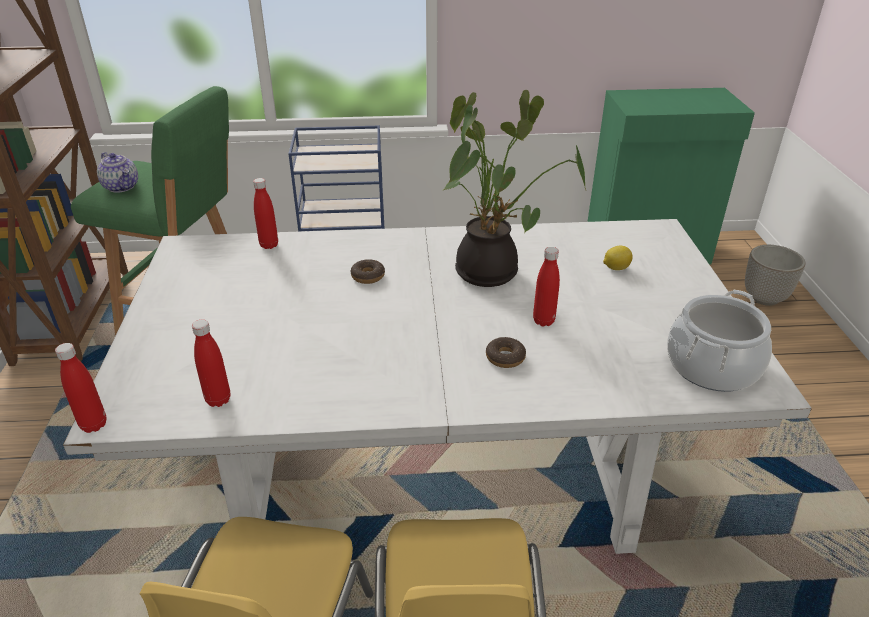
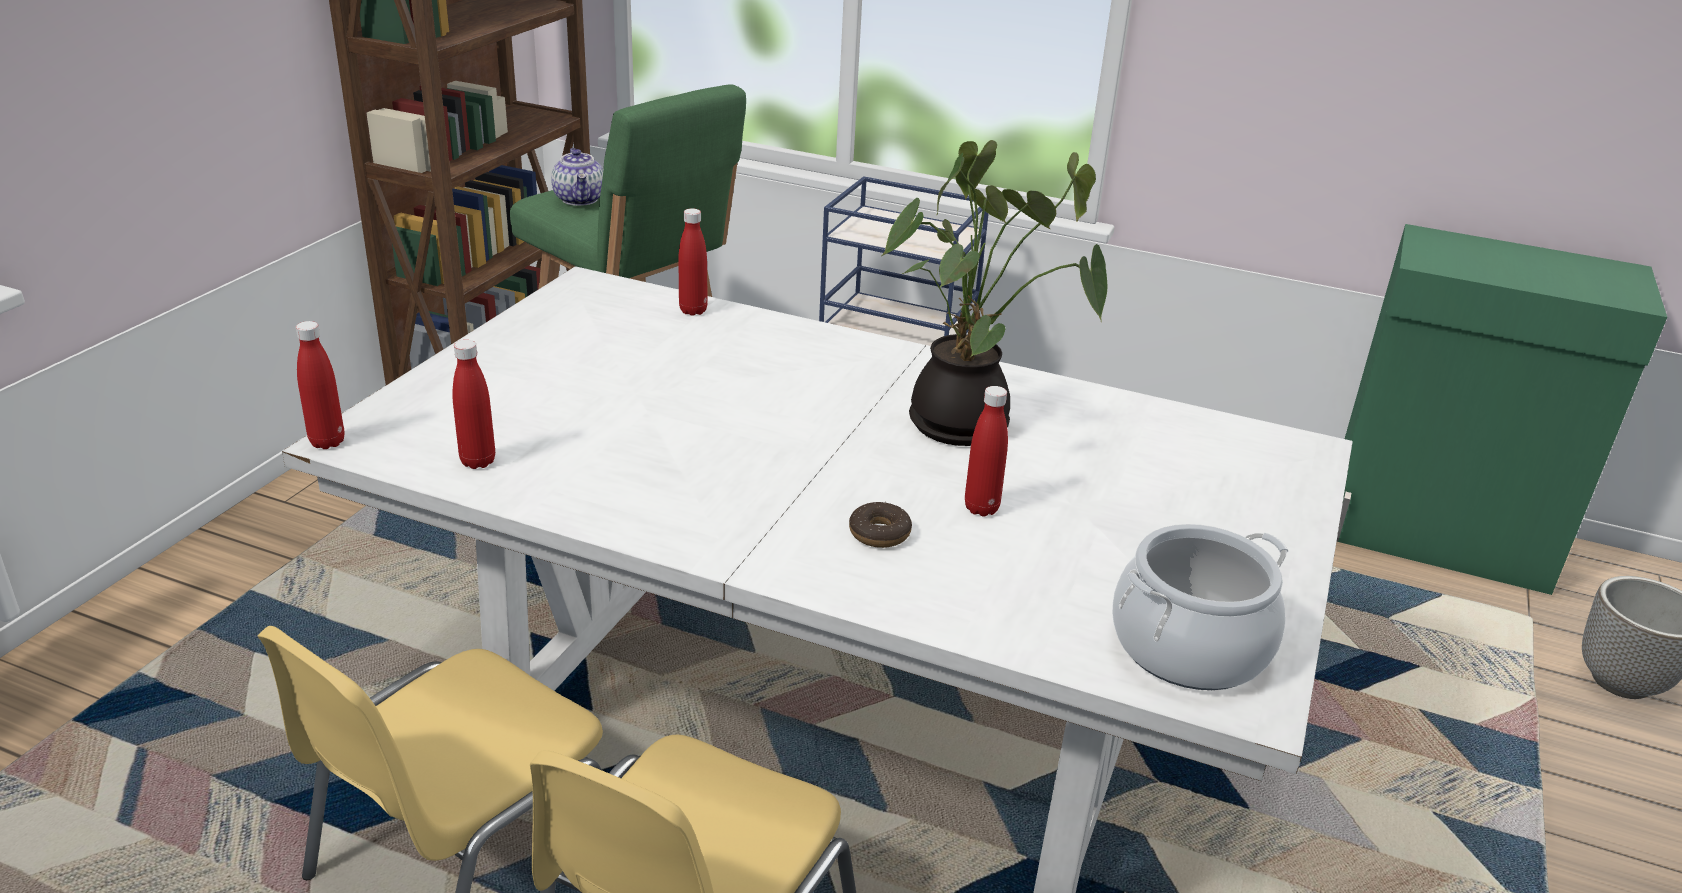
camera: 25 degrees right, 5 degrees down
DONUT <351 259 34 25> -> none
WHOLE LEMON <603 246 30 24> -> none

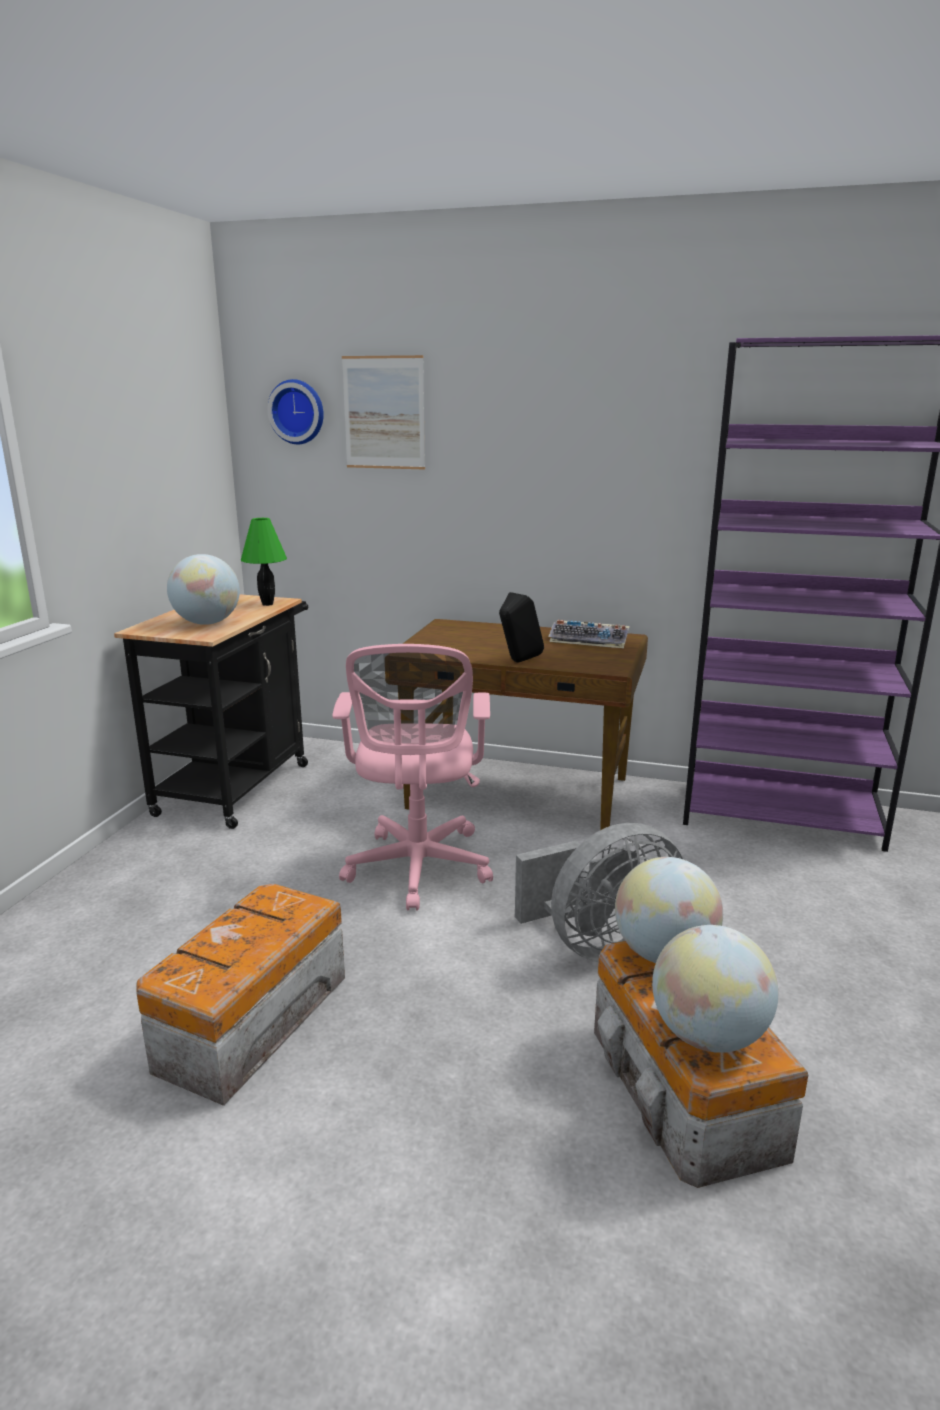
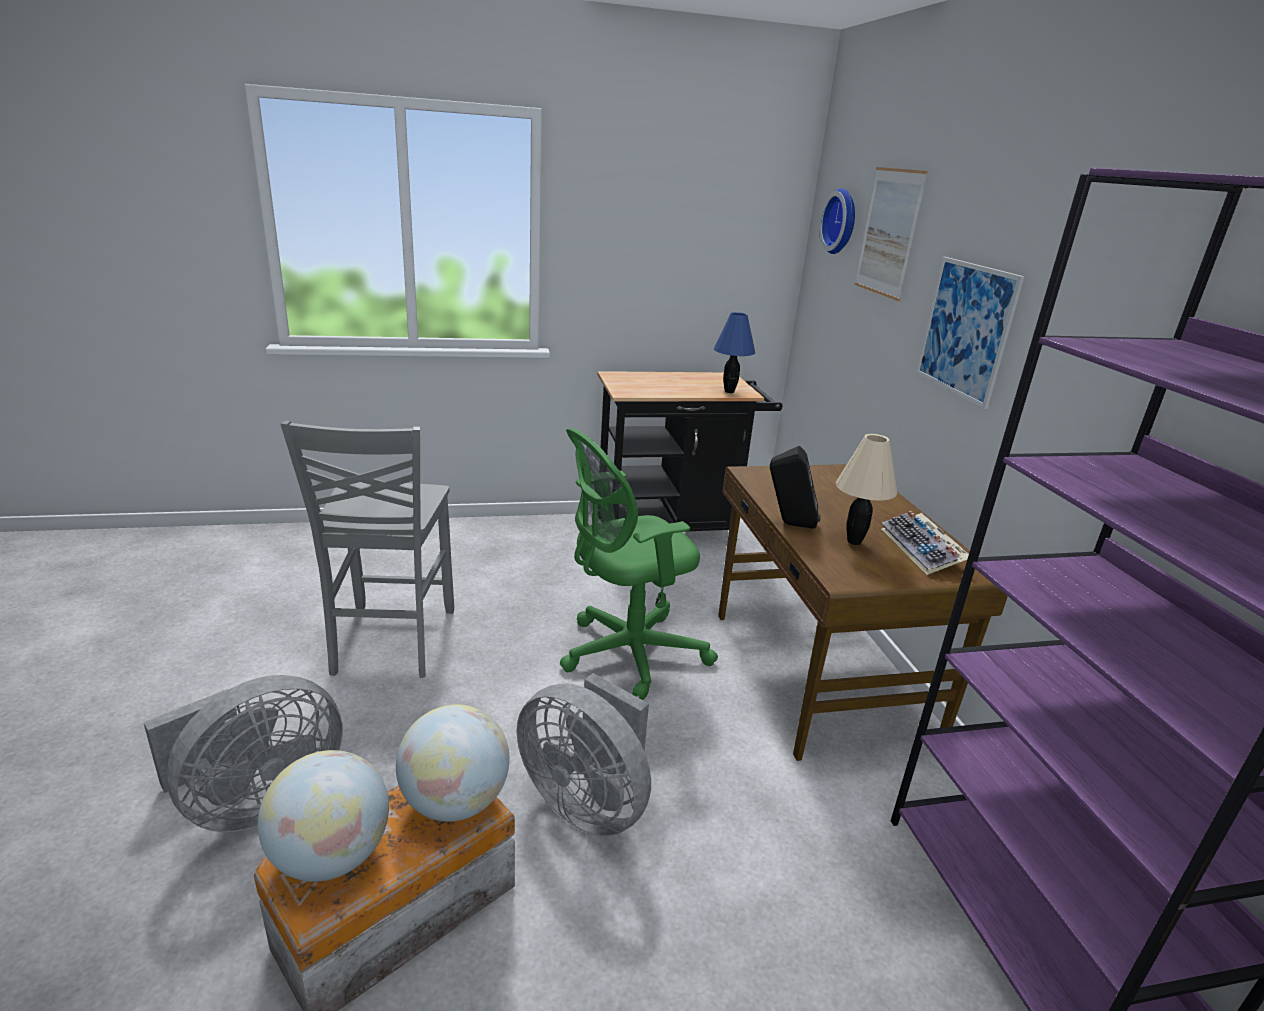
camera: 60 degrees right, 5 degrees up
GLOBE <167 554 73 71> -> none
none -> GREY FAN <143 675 200 157>
none -> SAND-COLOURED TABLE LAMP <835 434 62 111>
none -> WALL ART <916 257 108 152>
STORAGE BIN <136 883 209 223> -> GREY UPRIGHT CHAIR <281 421 173 257>
GREENISH TABLE LAMP <241 518 46 88> -> BLUE TABLE LAMP <714 312 41 81>
PINKISH OFFICE CHAIR <332 644 161 266> -> GREENISH OFFICE CHAIR <560 428 158 272>

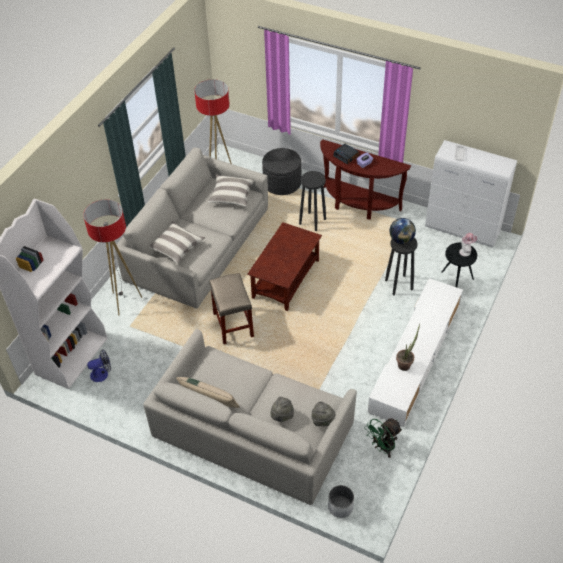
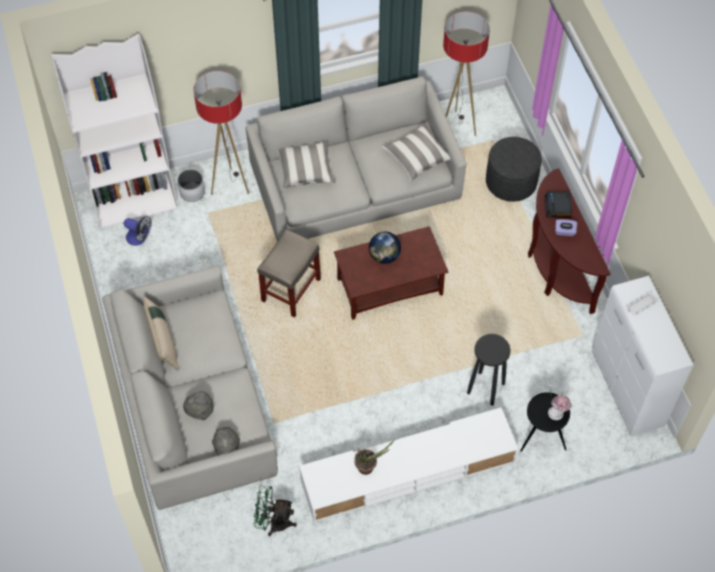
camera: 45 degrees right, 10 degrees up
BLACK STOOL <299 171 27 60> -> none
WHITE PLANT POT <328 485 26 33> -> WHITE PLANT POT <177 169 28 33>, move
GLOBE <390 218 26 26> -> GLOBE <369 231 32 33>, move

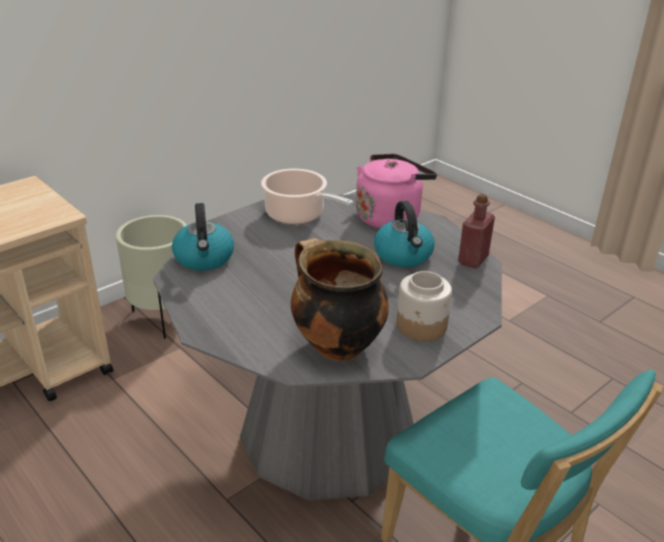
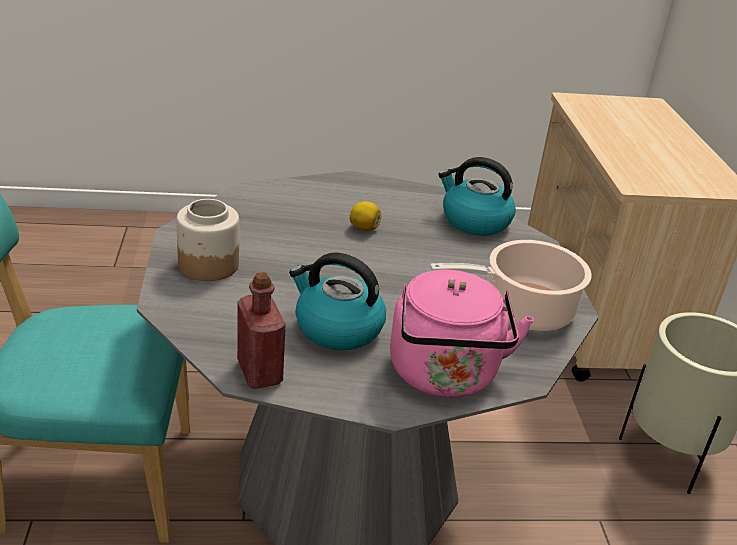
camera: 125 degrees right, 0 degrees up
COOKING POT <291 238 98 123> -> none
none -> WHOLE LEMON <350 201 32 30>

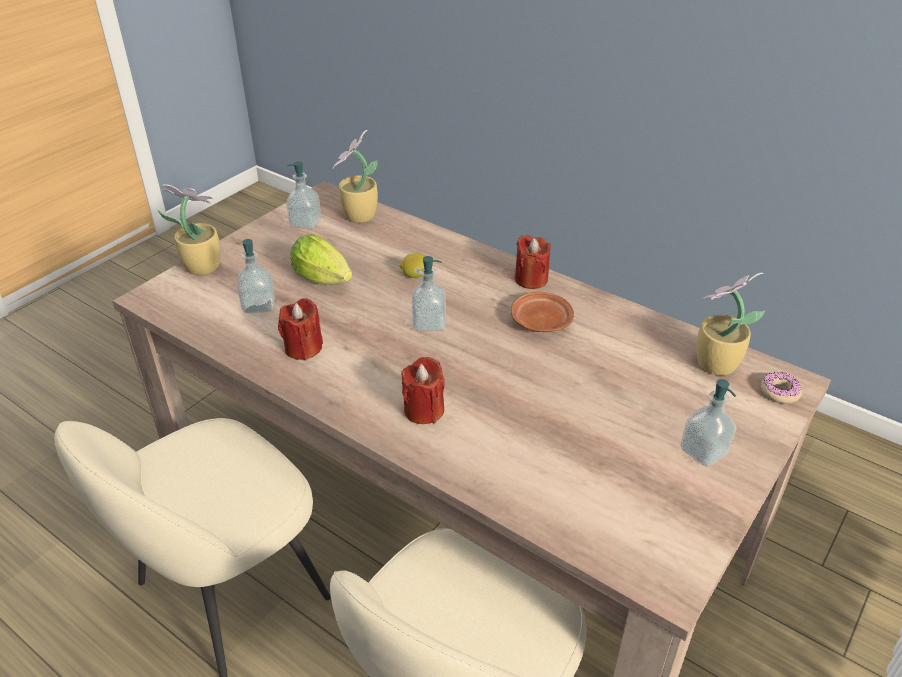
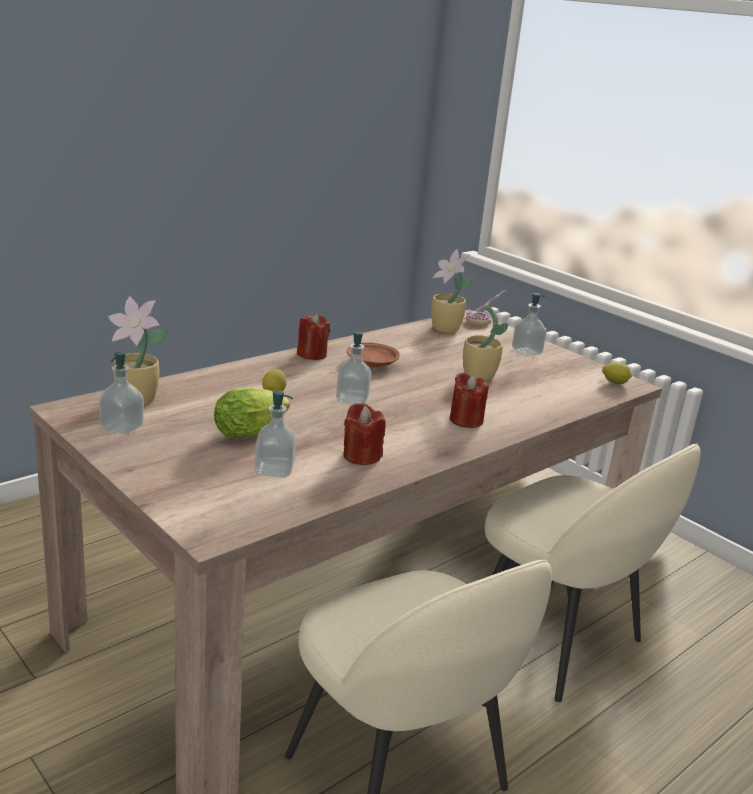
camera: 80 degrees left, 15 degrees down
none -> WHOLE LEMON <602 362 30 22>
POTTED PLANT <158 184 62 91> -> POTTED PLANT <463 290 46 91>, move

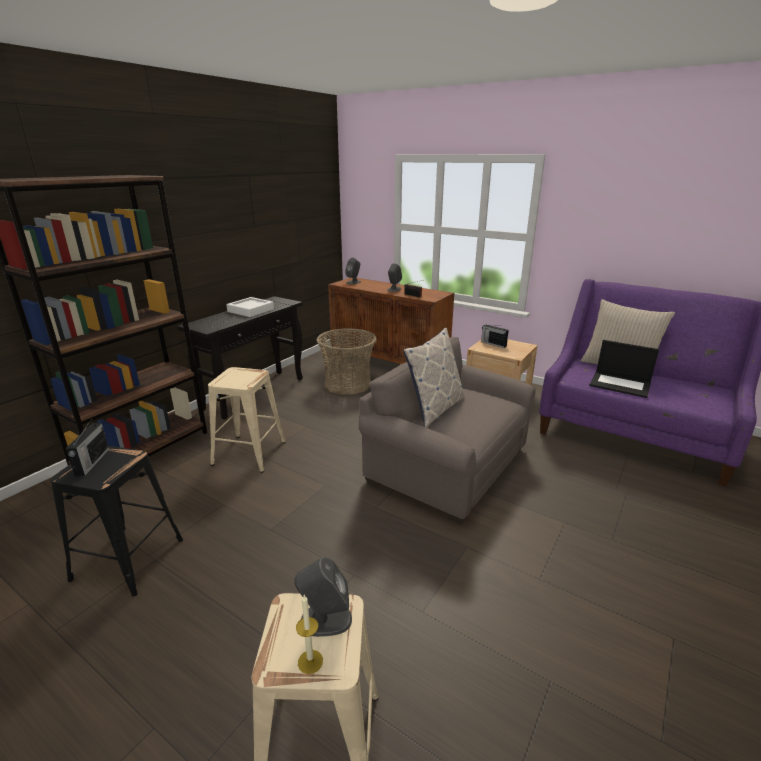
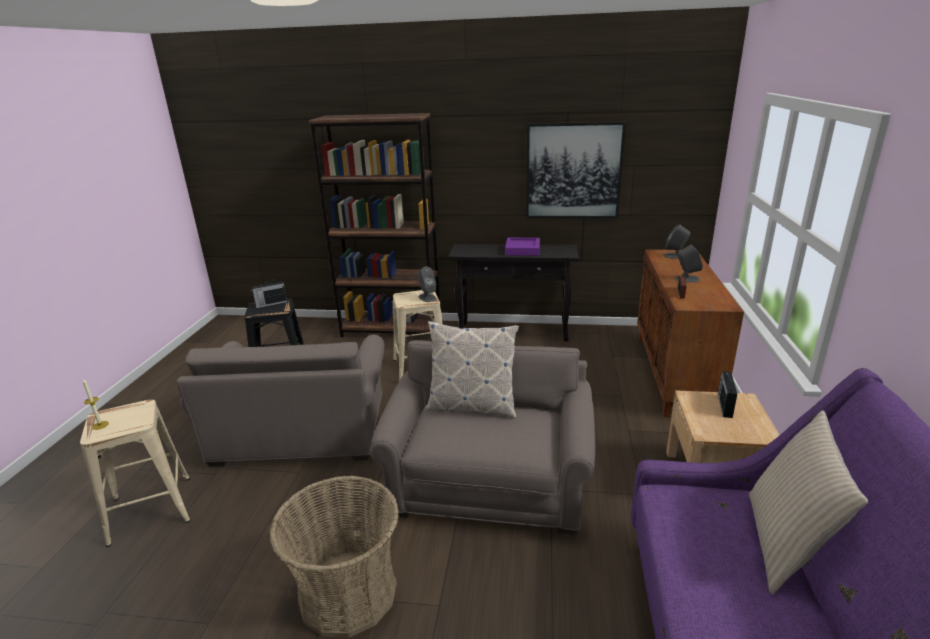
camera: 65 degrees right, 0 degrees up
PORTABLE COMPUTER <589 340 70 58> -> none
none -> GREY EASY CHAIR <177 335 208 132>
none -> WALL ART <526 122 100 97>
GREY AUDIO SPEAKER <294 557 58 80> -> GREY AUDIO SPEAKER <418 267 19 35>, move
BASKET <316 328 61 67> -> BASKET <269 475 130 163>, move
WHITE SERVING TRAY <226 297 48 20> -> PURPLE-COLOURED SERVING TRAY <505 238 35 18>

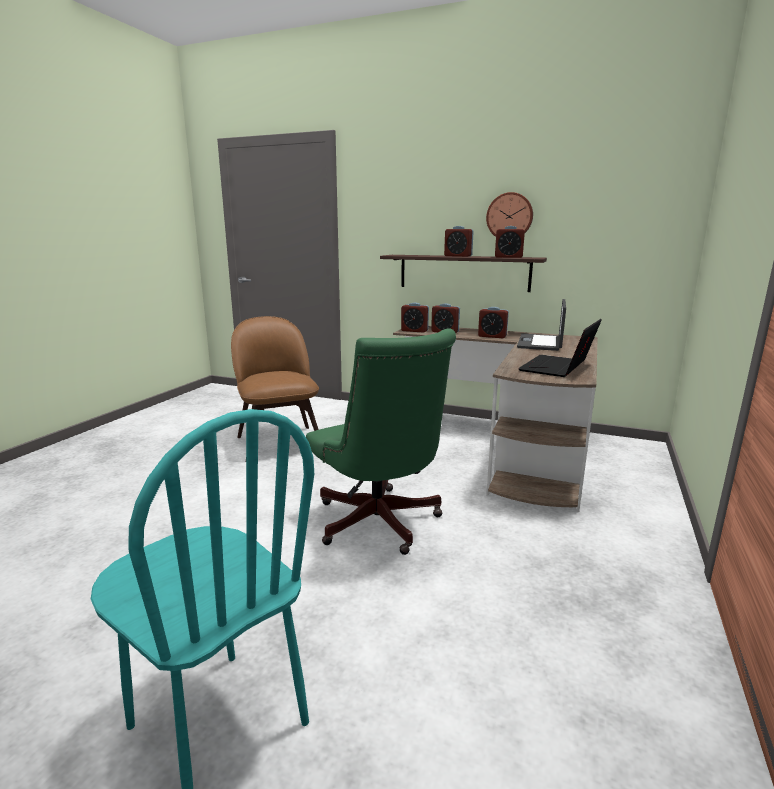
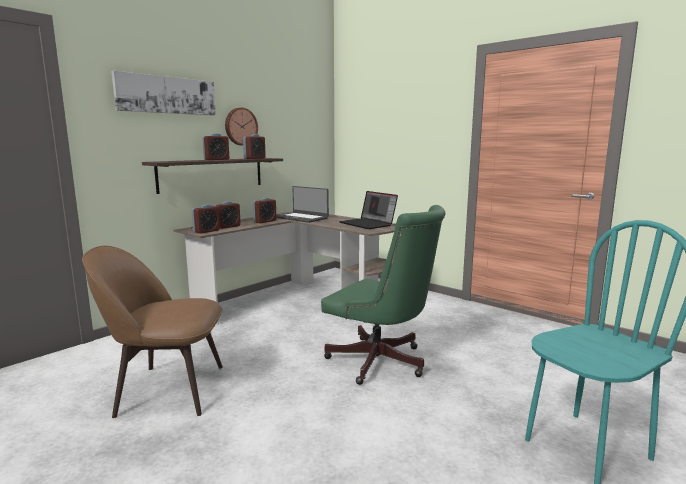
camera: 70 degrees left, 5 degrees down
none -> WALL ART <112 71 104 45>
GREENISH OFFICE CHAIR <306 329 150 226> -> GREENISH OFFICE CHAIR <321 205 125 180>, 45 degrees clockwise

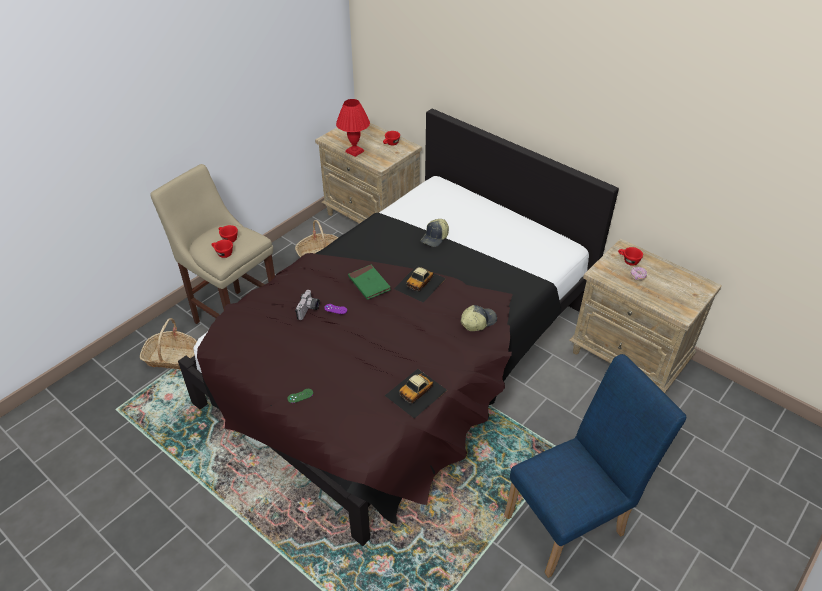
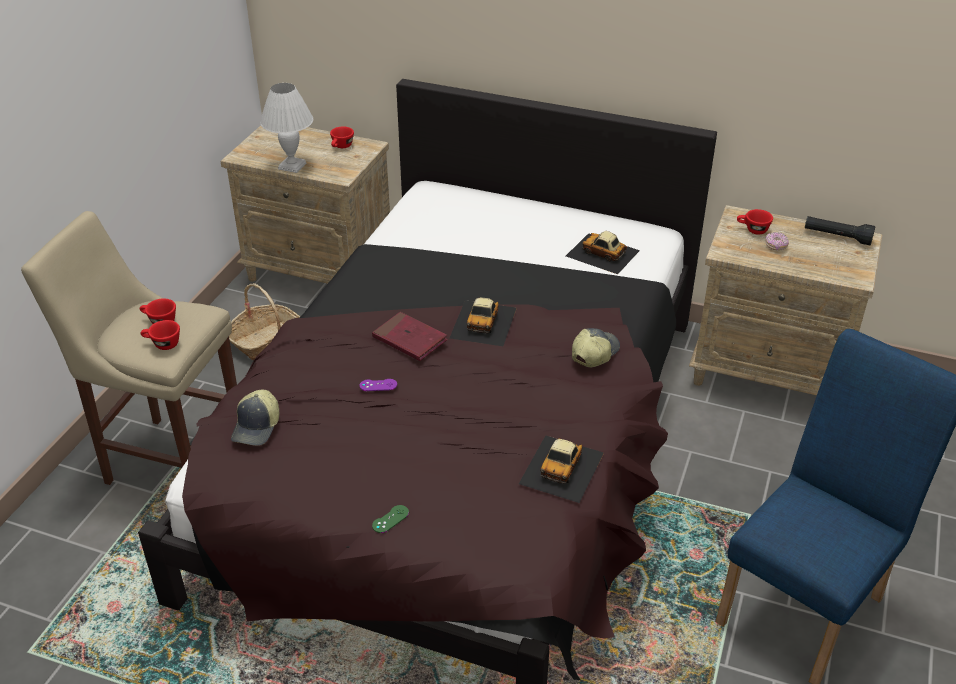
camera: 20 degrees left, 5 degrees down
BASKET <140 318 57 51> -> none
STILL CAMERA <295 290 25 30> -> none
none -> MINIATURE CAR <566 231 74 43>
none -> BLACK FLASHLIGHT <805 216 71 29>
BASEBALL CAP <420 219 29 28> -> BASEBALL CAP <231 390 48 56>, move
RED-COLOURED TABLE LAMP <336 99 34 58> -> WHITE TABLE LAMP <260 83 53 90>
GREENISH BOUND BOOK <348 265 43 35> -> RED-COLOURED BOUND BOOK <372 312 76 49>

